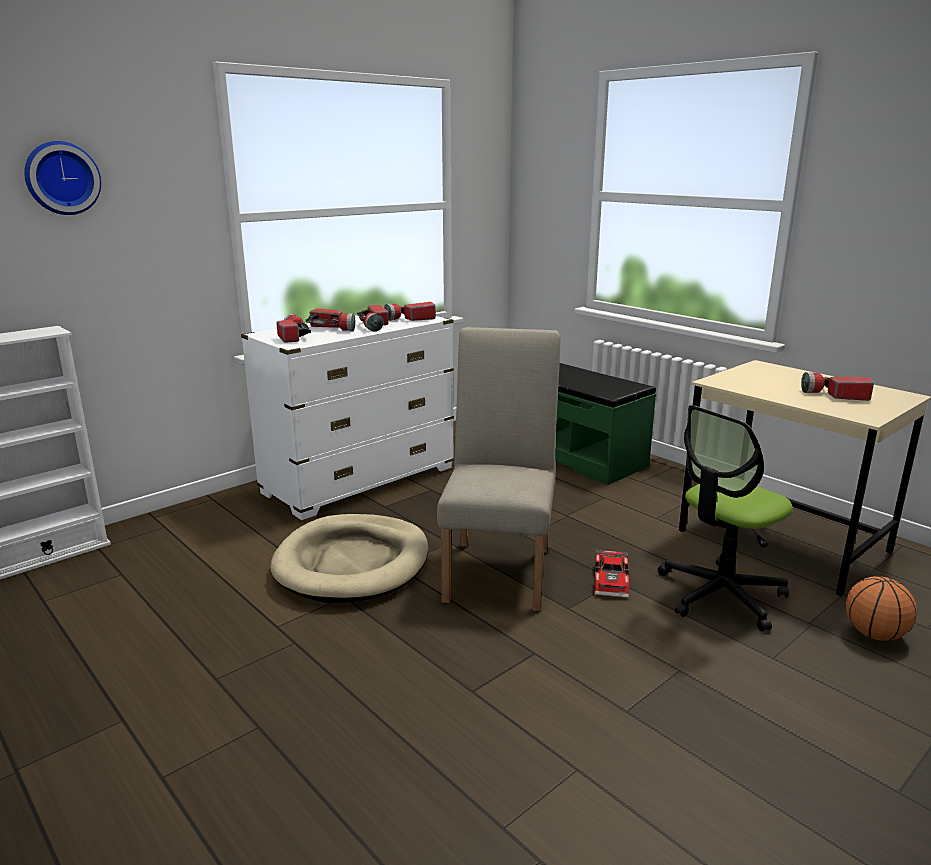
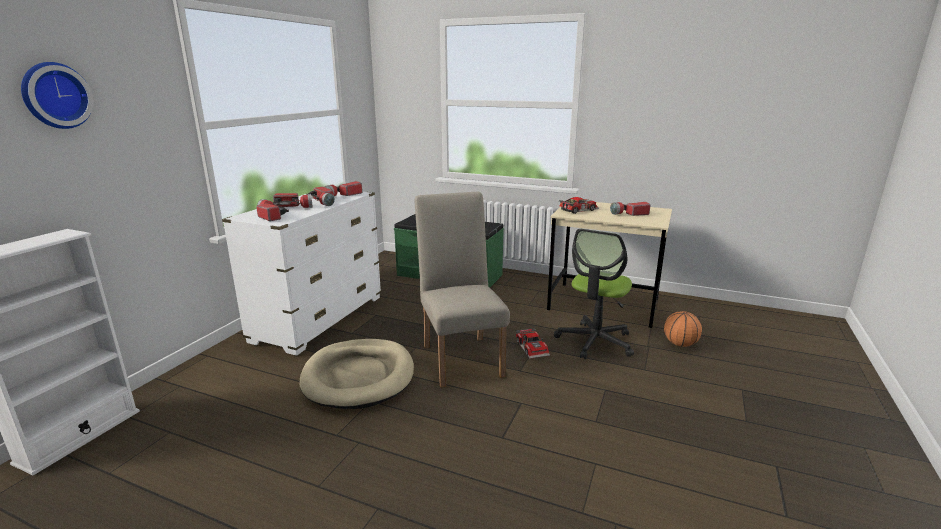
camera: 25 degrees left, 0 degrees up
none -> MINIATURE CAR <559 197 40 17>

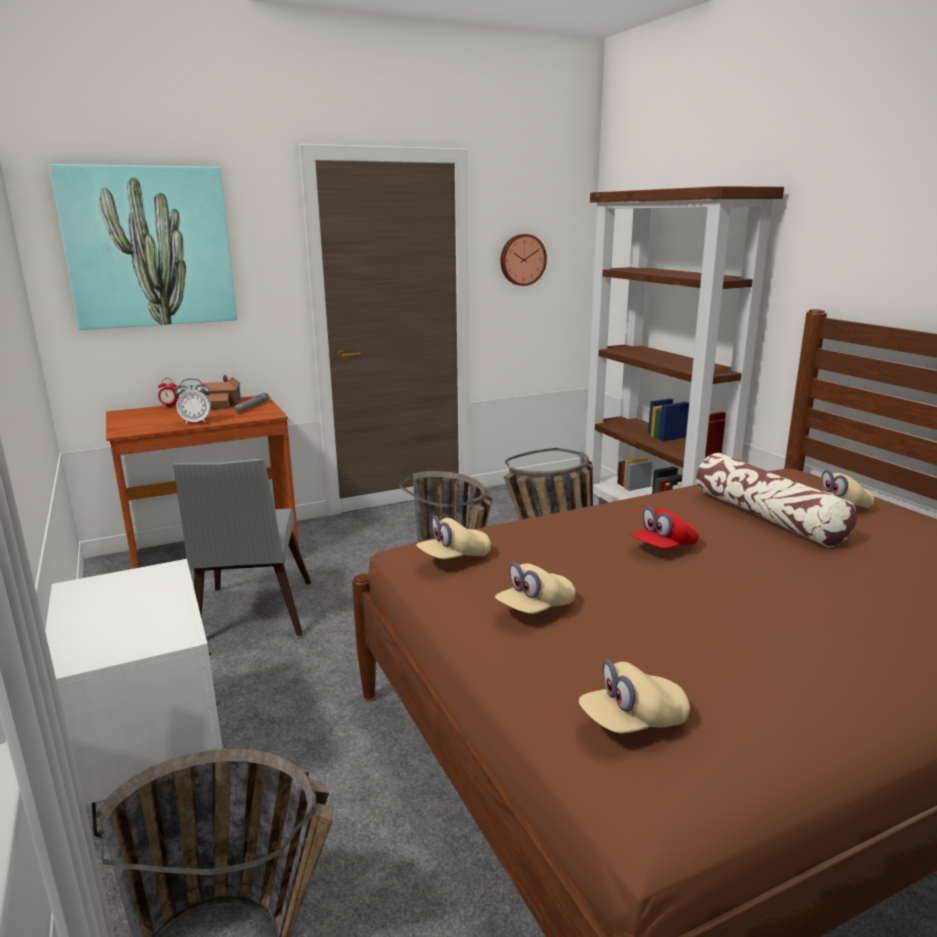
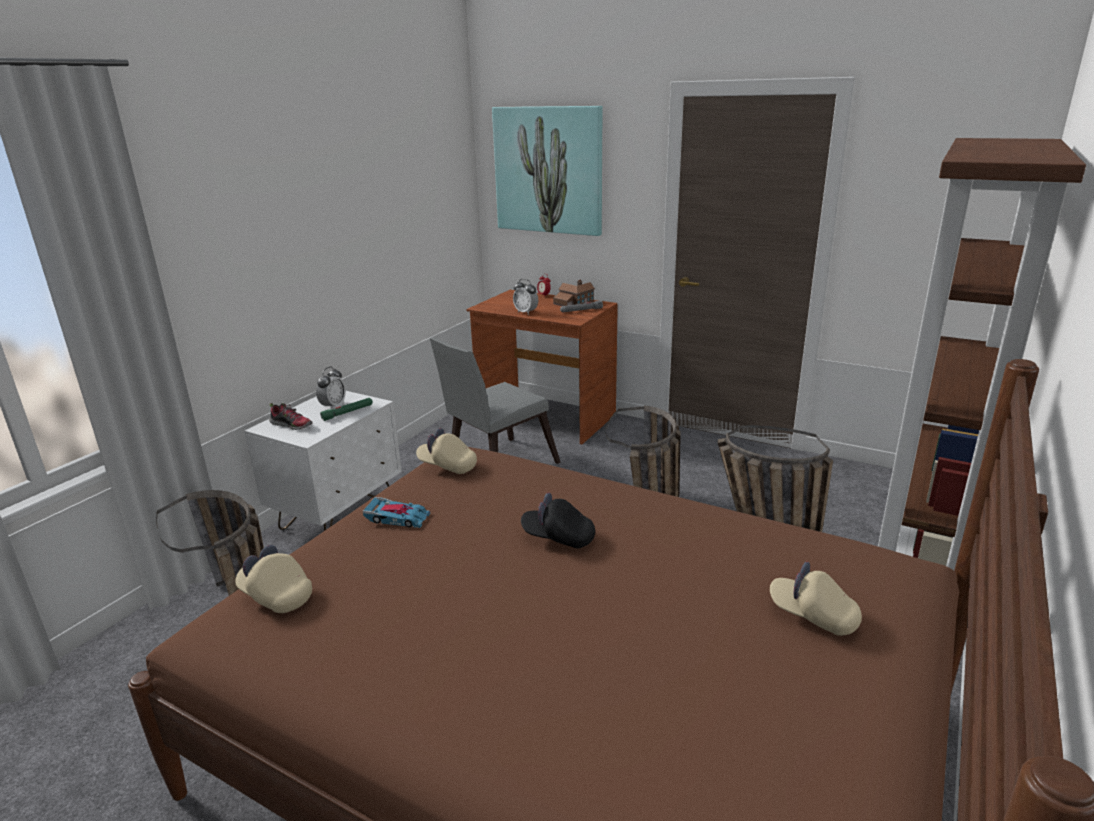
camera: 55 degrees right, 5 degrees up
HANGING CLOCK <500 234 47 52> -> none
PILLOW <696 453 161 94> -> none
none -> LOW SHOE <269 403 43 27>
none -> ALARM CLOCK <316 367 30 42>
none -> GREENISH FLASHLIGHT <320 398 53 23>
SAND-COLOURED BASEBALL CAP <495 562 80 52> -> MINIATURE CAR <363 497 67 31>
RED-COLOURED BASEBALL CAP <631 507 68 42> -> BLACK BASEBALL CAP <521 492 74 57>

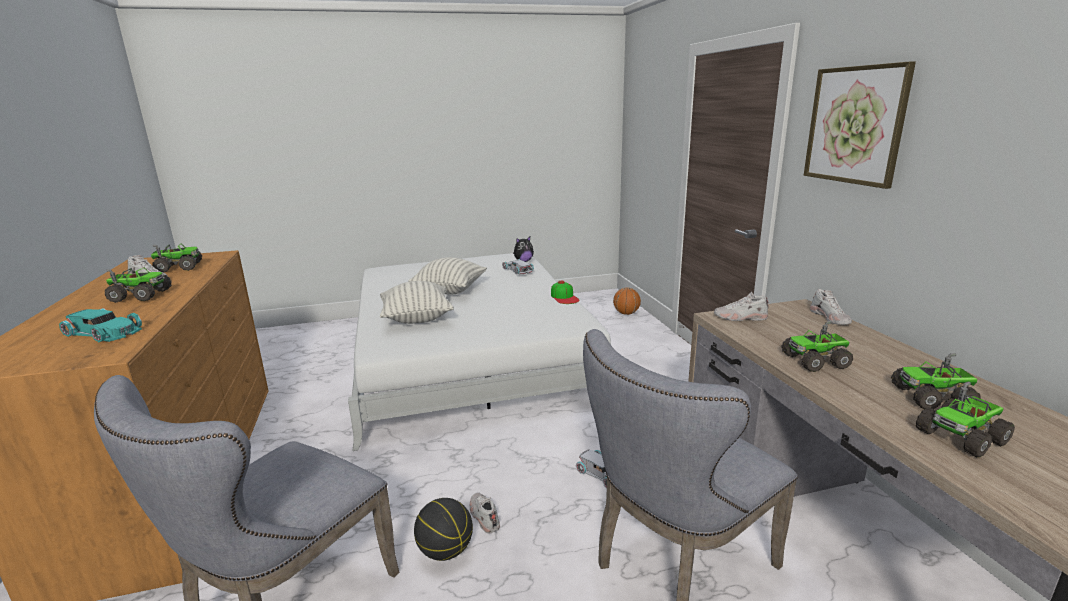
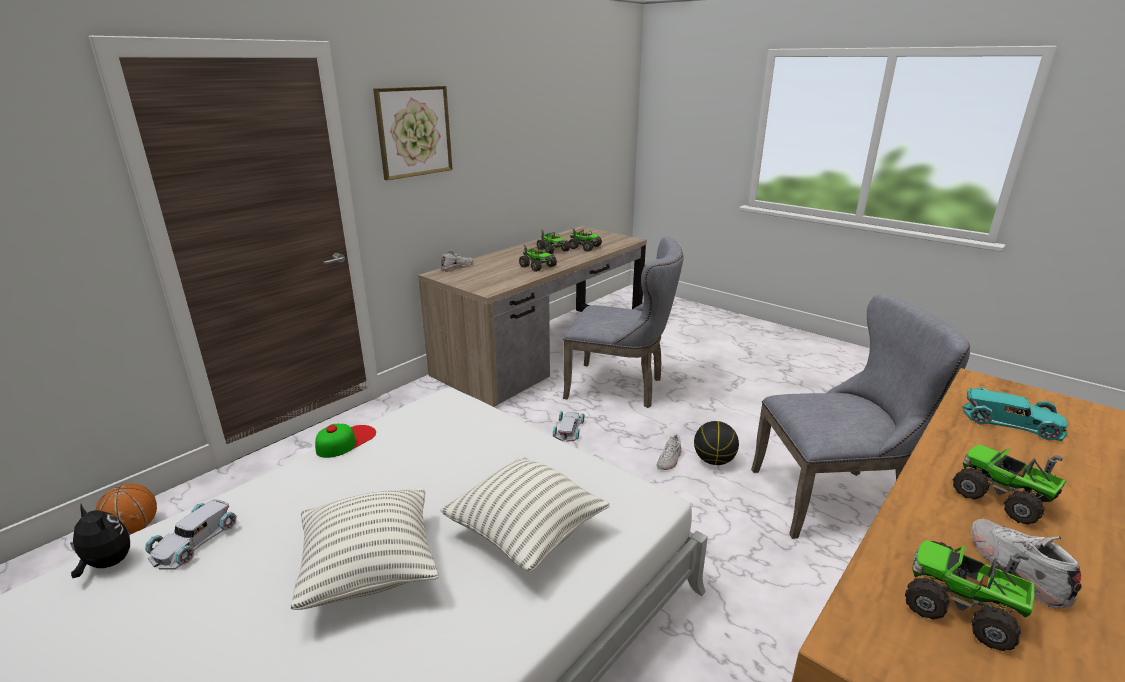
camera: 125 degrees left, 5 degrees up
WHITE LOW SHOE <714 292 55 29> -> none
TURQUOISE MINIATURE CAR <59 308 83 34> -> TURQUOISE MINIATURE CAR <962 388 106 53>, 135 degrees clockwise

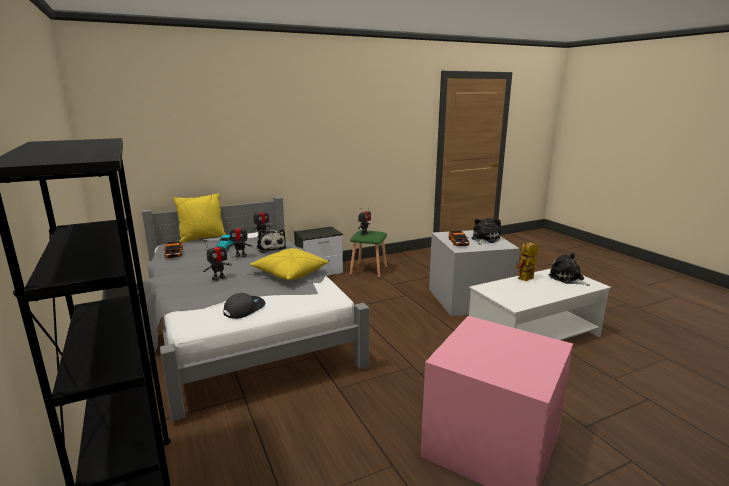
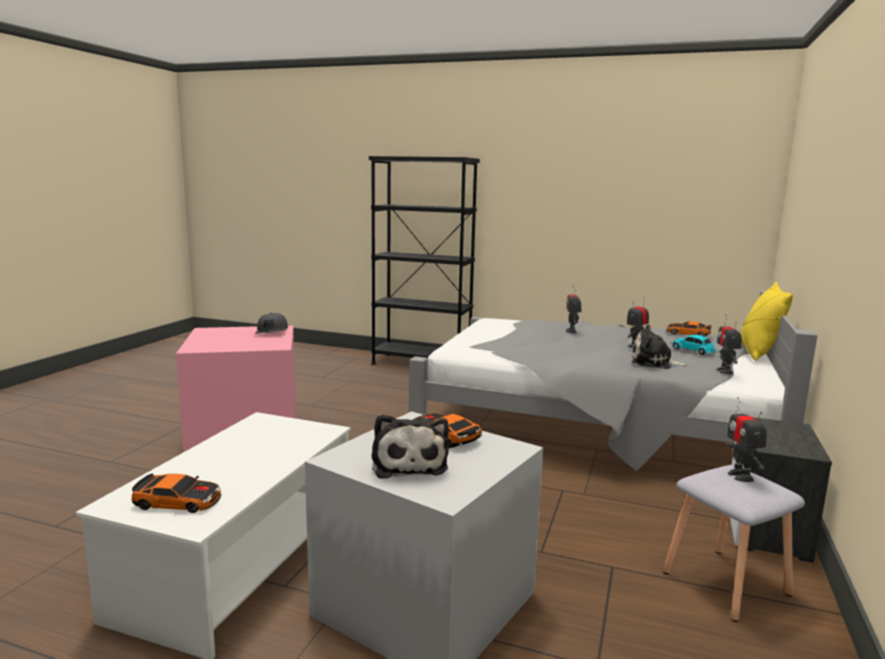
camera: 135 degrees right, 5 degrees down
YELLOWISH PILLOW <250 248 78 32> -> none
MODEL ROBOT <515 242 23 39> -> none
GREY BASEBALL CAP <223 293 42 26> -> GREY BASEBALL CAP <255 313 33 21>, move
CUDDLY TOY <548 252 42 34> -> MINIATURE CAR <131 473 90 40>
GREENISH STOOL <350 230 37 48> -> GREY STOOL <663 465 142 157>

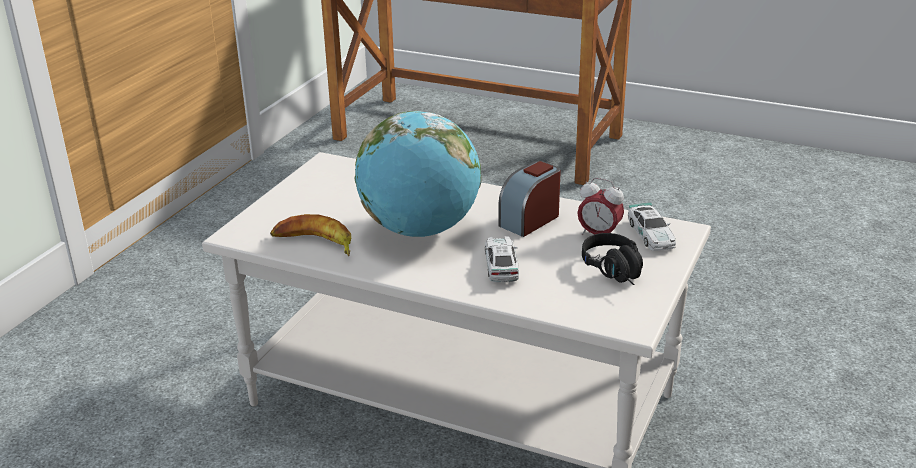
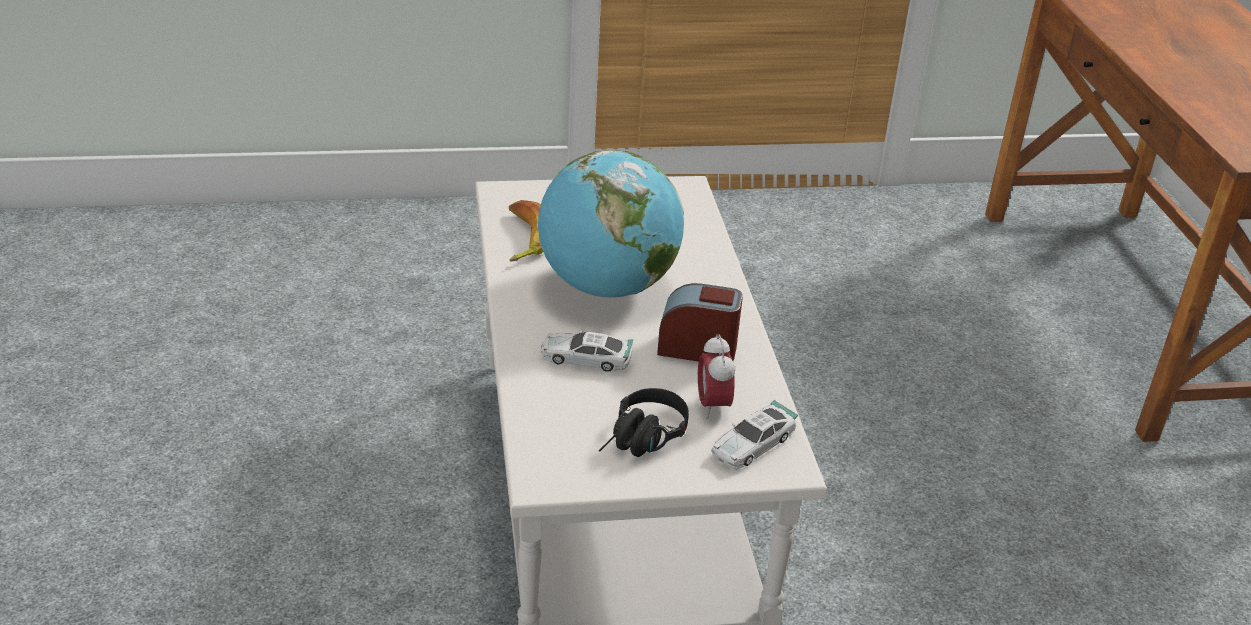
camera: 55 degrees right, 5 degrees up
MINIATURE CAR <484 236 35 47> -> MINIATURE CAR <541 331 93 41>, 135 degrees counterclockwise

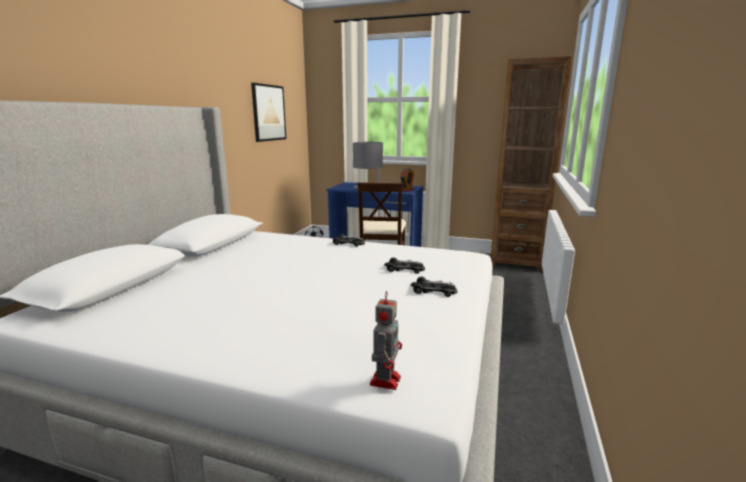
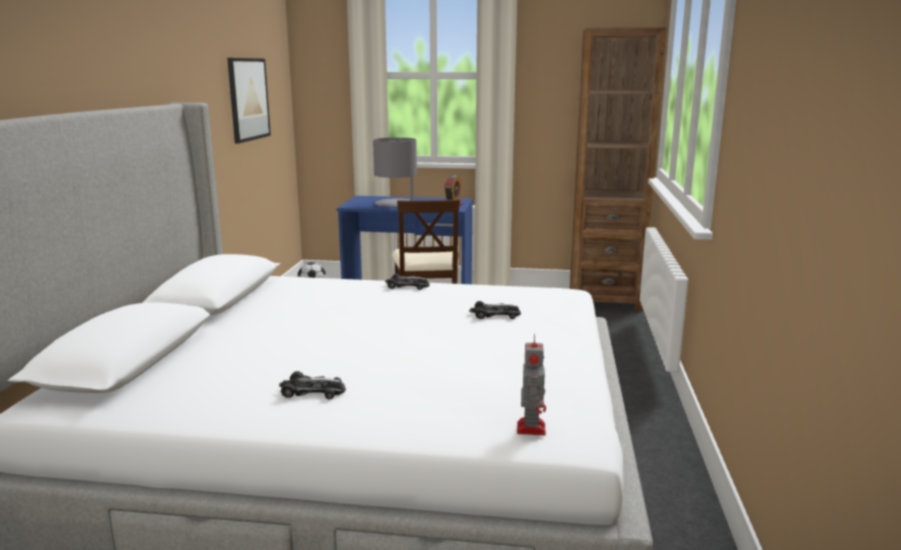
camera: 10 degrees left, 0 degrees up
MINIATURE CAR <410 277 48 20> -> MINIATURE CAR <279 371 67 29>, move

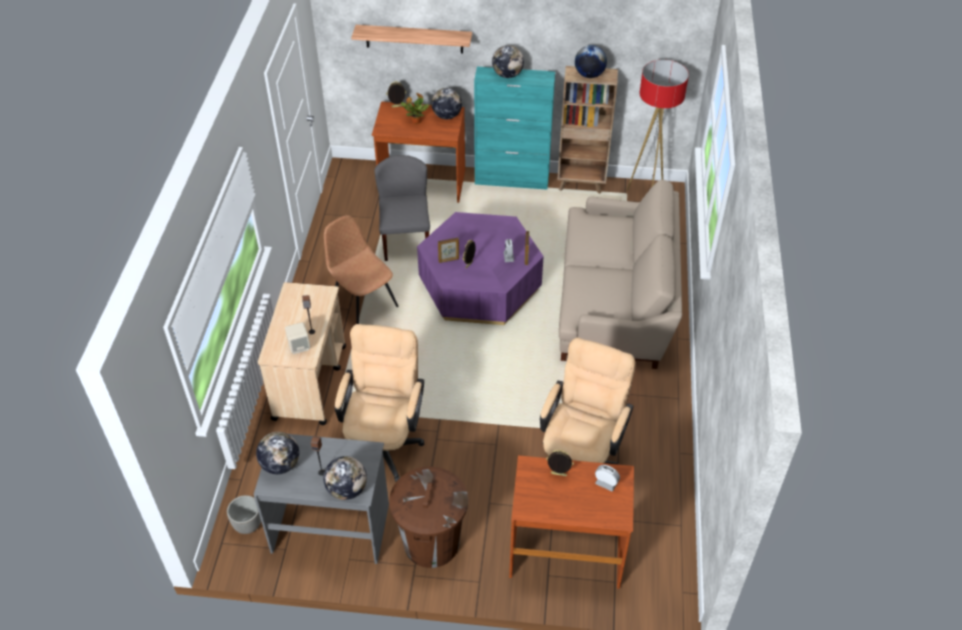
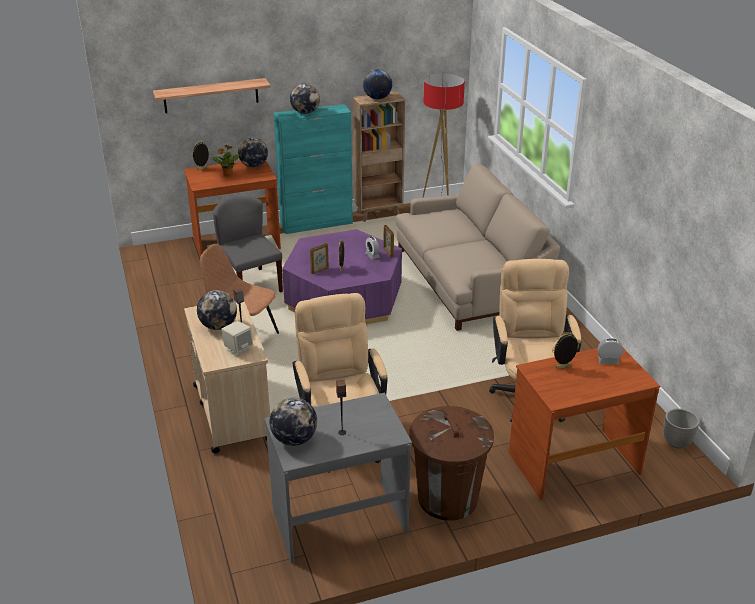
camera: 25 degrees left, 15 degrees down
PLANT POT <227 495 34 39> -> PLANT POT <663 408 36 41>, move
GLOBE <323 456 44 44> -> GLOBE <197 290 40 40>, move

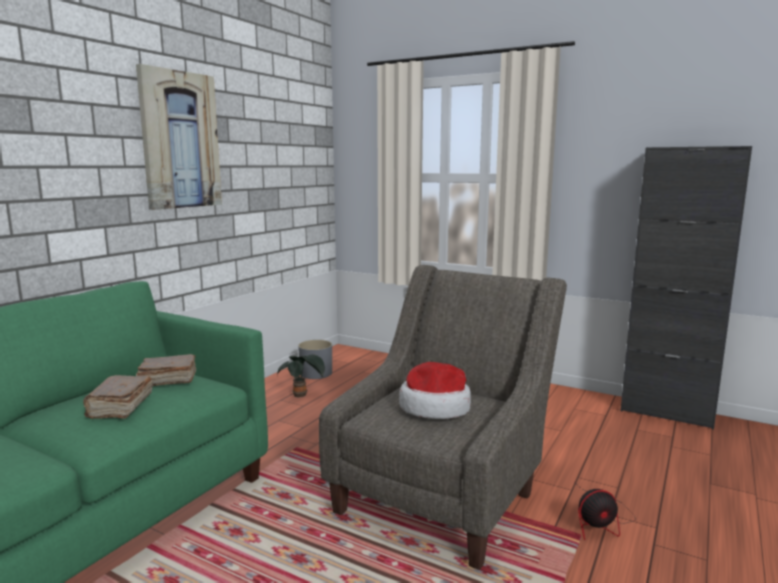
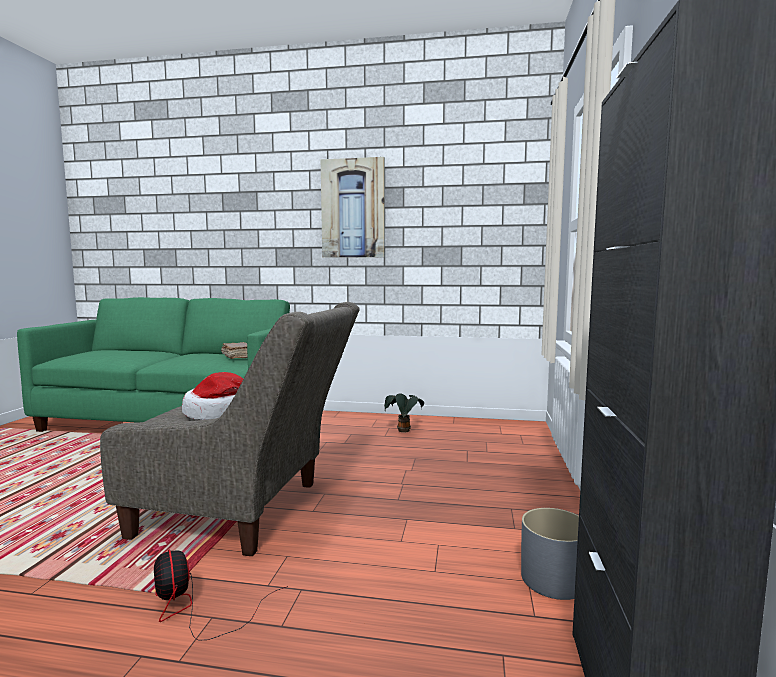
camera: 70 degrees right, 5 degrees down
BROWN-COLOURED BOUND BOOK <83 375 70 44> -> none
GREY PLANT POT <298 340 34 39> -> GREY PLANT POT <521 508 58 92>, move

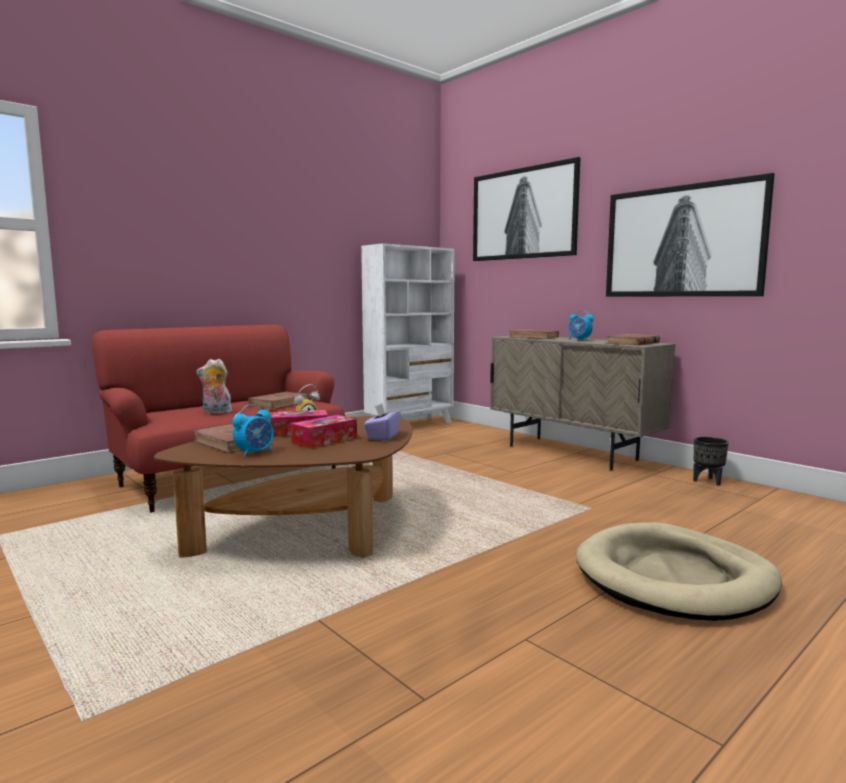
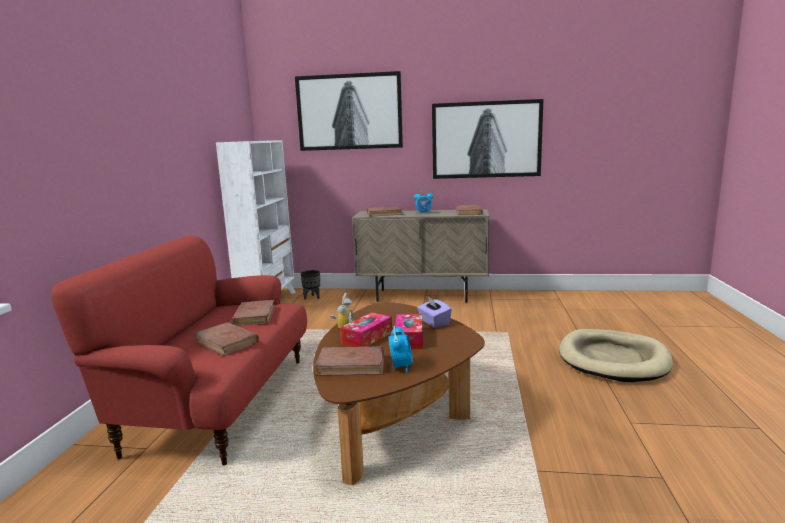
camera: 40 degrees left, 5 degrees up
BLACK PLANT POT <693 437 36 49> -> BLACK PLANT POT <301 270 19 29>, move
CUDDLY TOY <196 359 36 55> -> BROWN-COLOURED BOUND BOOK <193 322 66 34>

